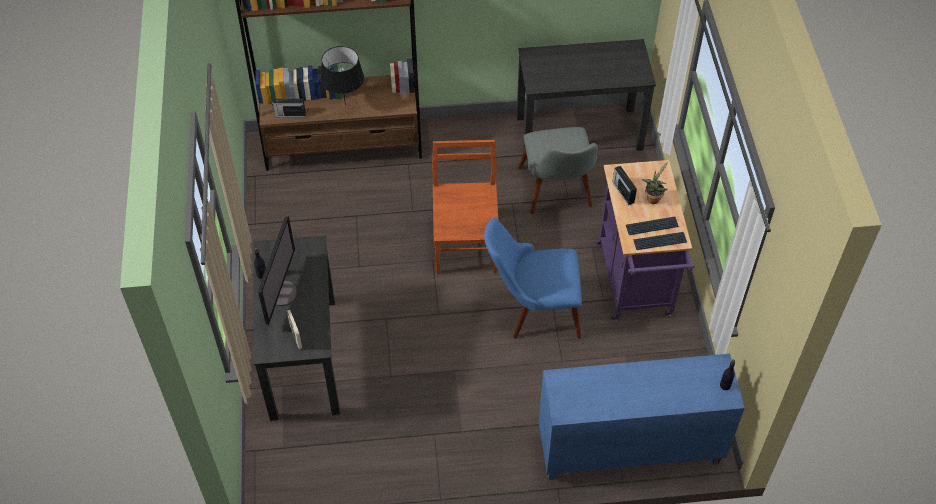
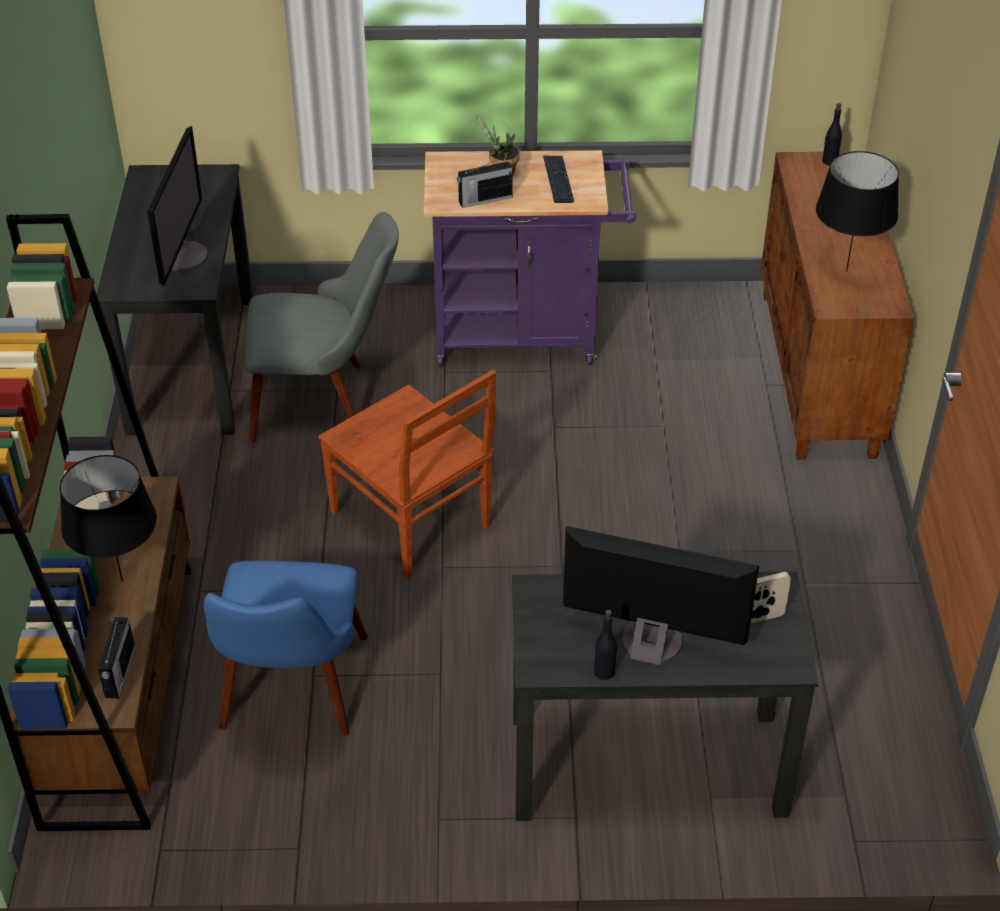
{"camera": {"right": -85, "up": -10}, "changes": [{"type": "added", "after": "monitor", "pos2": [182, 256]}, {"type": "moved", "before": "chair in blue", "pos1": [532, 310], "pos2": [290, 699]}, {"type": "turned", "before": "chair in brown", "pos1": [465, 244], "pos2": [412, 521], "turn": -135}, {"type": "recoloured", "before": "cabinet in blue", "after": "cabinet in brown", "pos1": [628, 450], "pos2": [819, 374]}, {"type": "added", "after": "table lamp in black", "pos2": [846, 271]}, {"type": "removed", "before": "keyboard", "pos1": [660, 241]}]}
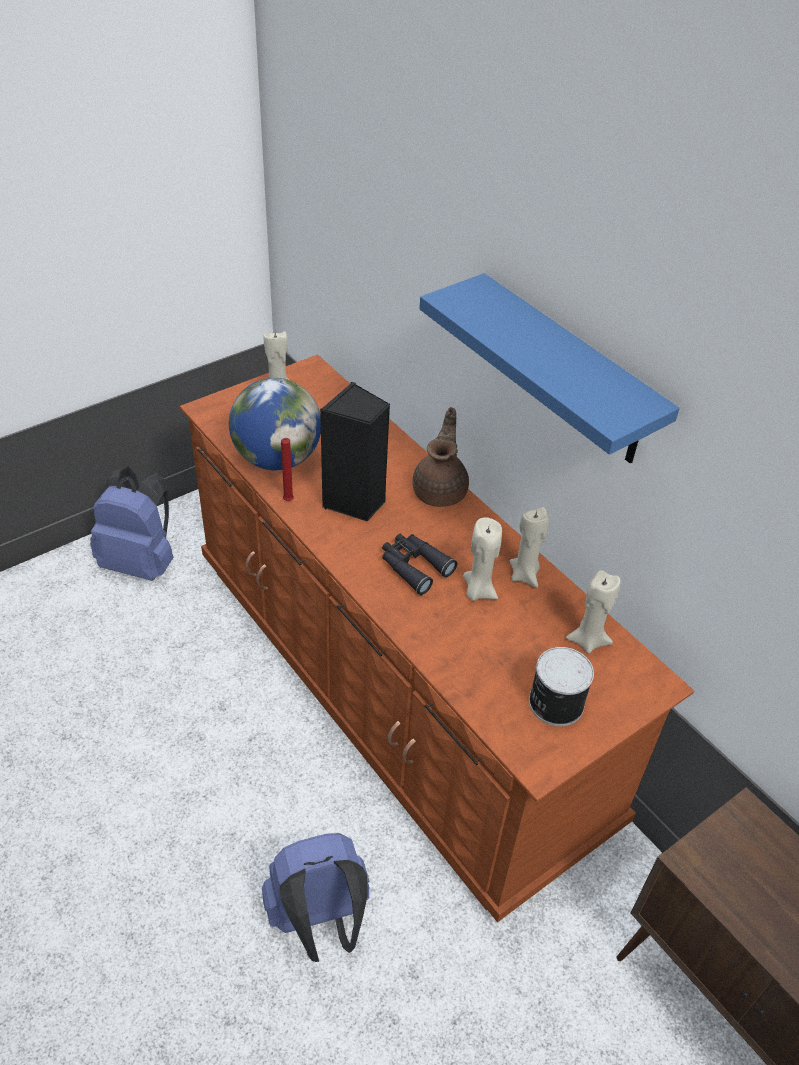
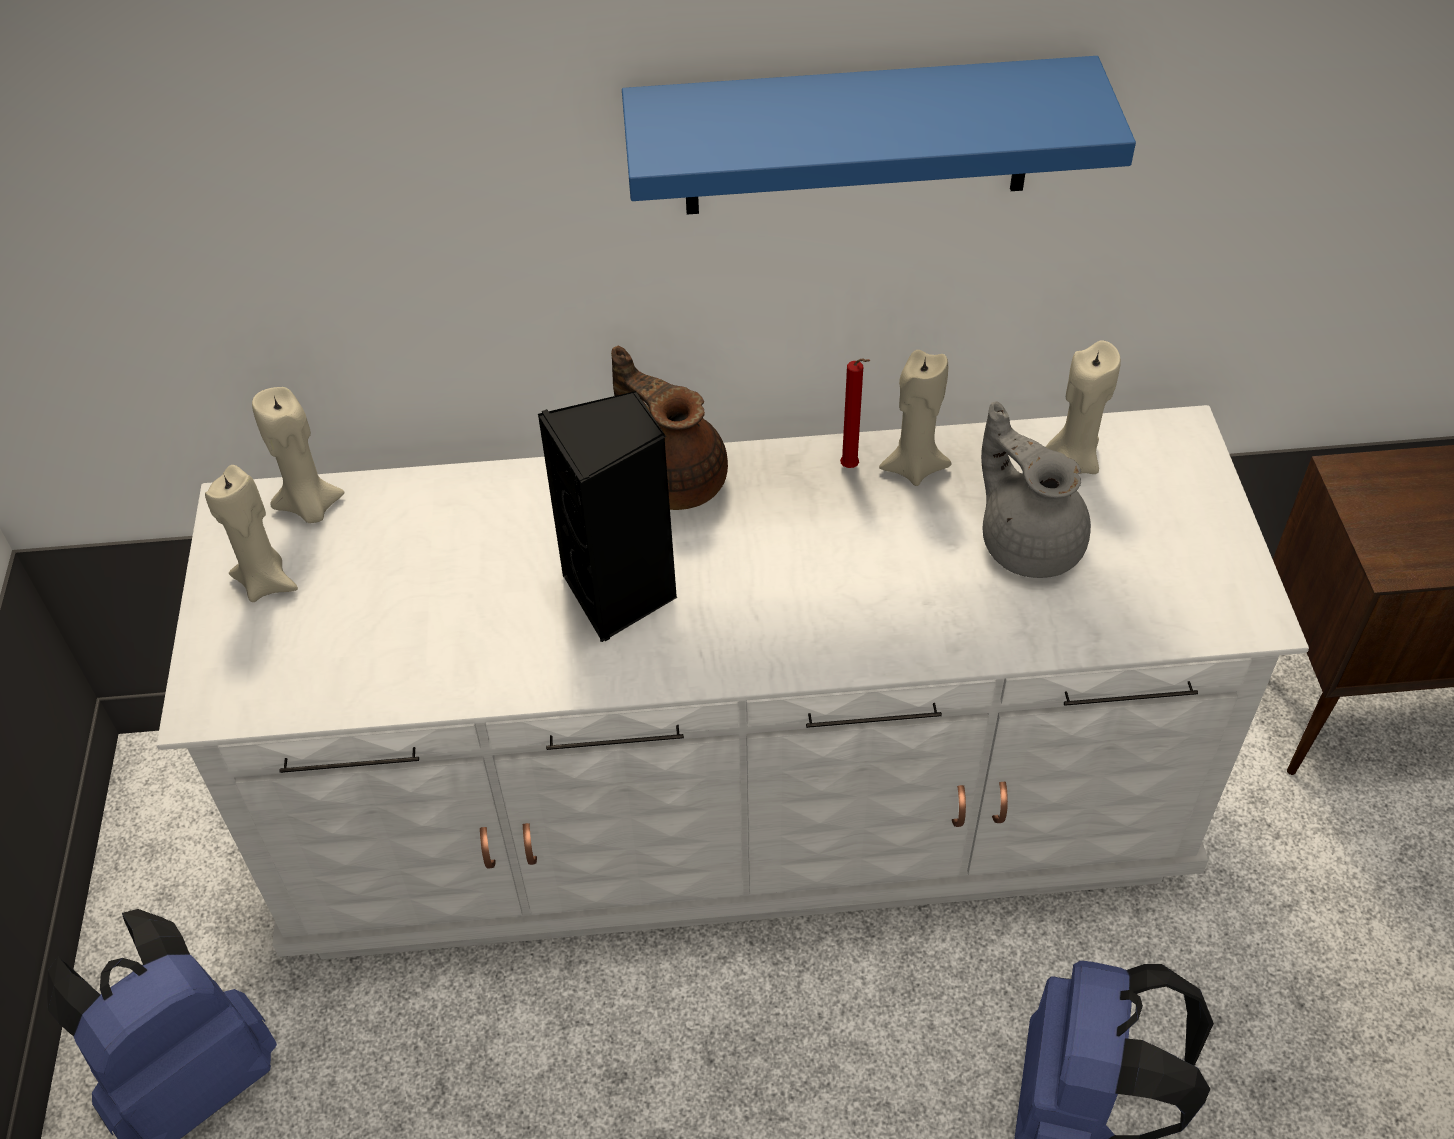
{"camera": {"right": -55, "up": 5}, "changes": [{"type": "recoloured", "before": "dresser in brown", "after": "dresser in white", "pos1": [392, 685], "pos2": [733, 808]}, {"type": "moved", "before": "candle in beige", "pos1": [478, 591], "pos2": [310, 507]}, {"type": "moved", "before": "candle in red", "pos1": [288, 502], "pos2": [851, 468]}, {"type": "added", "after": "teapot in grey", "pos2": [1028, 541]}, {"type": "removed", "before": "globe", "pos1": [277, 459]}, {"type": "removed", "before": "binoculars in black", "pos1": [414, 566]}, {"type": "removed", "before": "can", "pos1": [554, 703]}]}
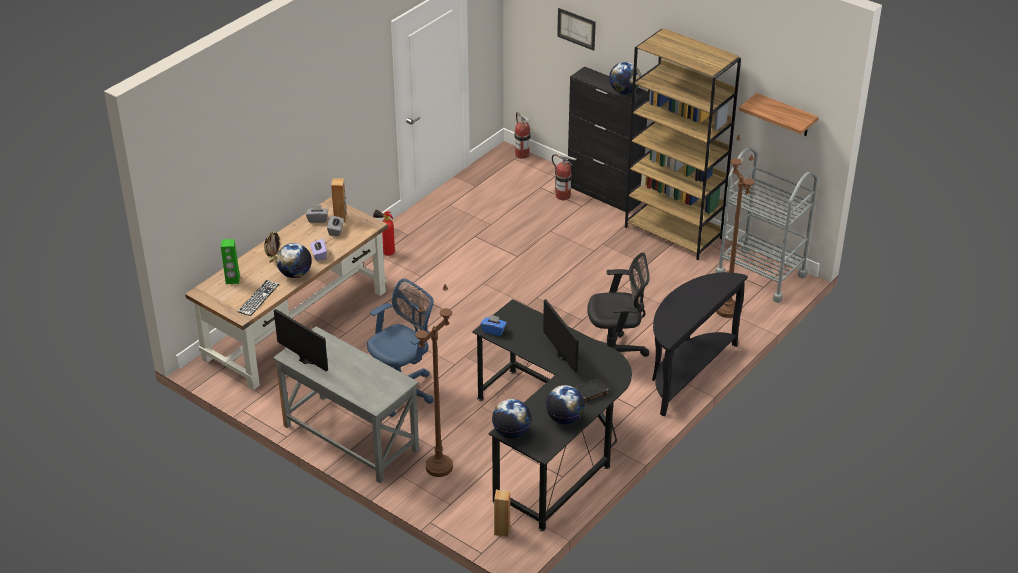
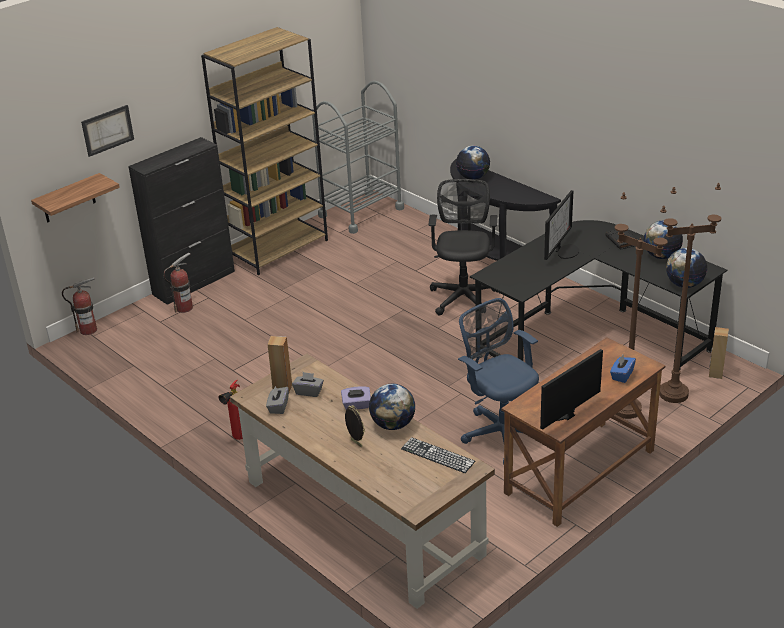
{"camera": {"right": -80, "up": -5}, "changes": [{"type": "moved", "before": "shelf", "pos1": [785, 115], "pos2": [68, 199]}, {"type": "moved", "before": "globe", "pos1": [624, 91], "pos2": [473, 177]}, {"type": "recoloured", "before": "desk in grey", "after": "desk in brown", "pos1": [350, 438], "pos2": [580, 472]}, {"type": "turned", "before": "monitor", "pos1": [565, 355], "pos2": [565, 251], "turn": 135}, {"type": "moved", "before": "tissue box in blue", "pos1": [493, 331], "pos2": [622, 375]}, {"type": "moved", "before": "floor lamp in brown", "pos1": [727, 310], "pos2": [673, 394]}, {"type": "removed", "before": "speaker in green", "pos1": [232, 280]}]}
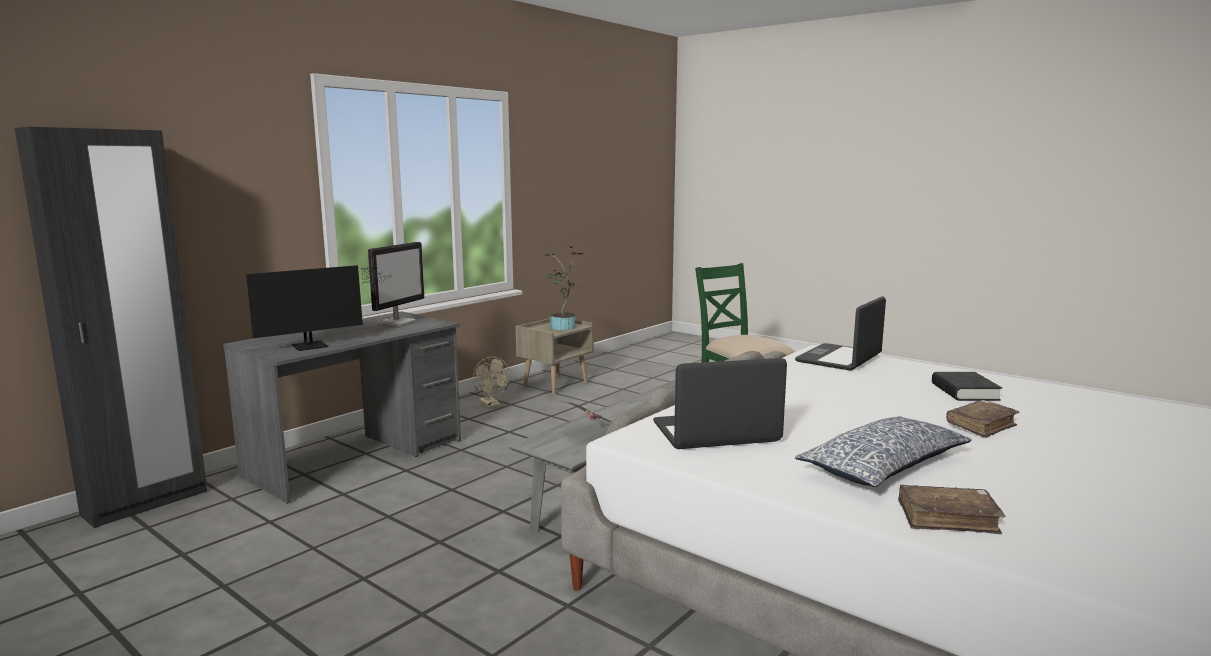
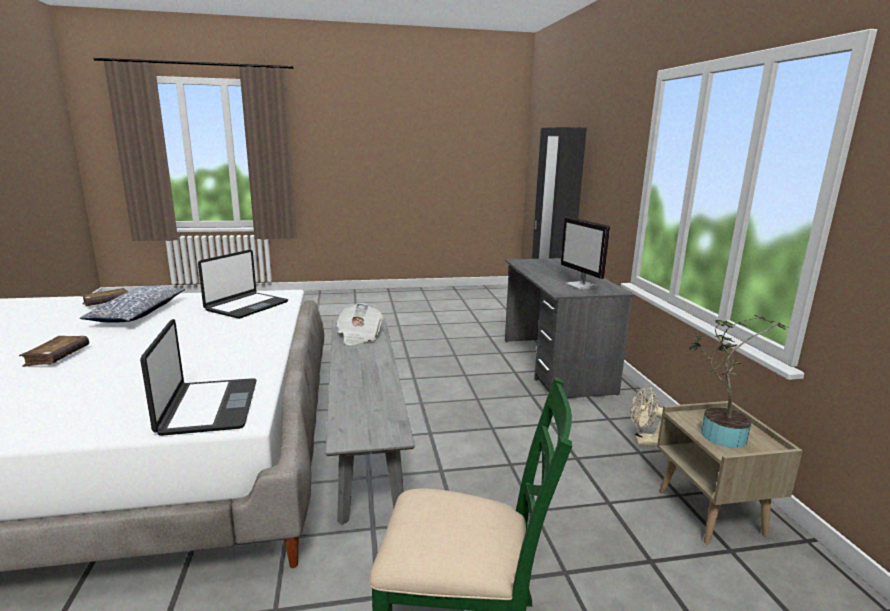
{"camera": {"right": 130, "up": 5}, "changes": [{"type": "removed", "before": "monitor", "pos1": [316, 345]}, {"type": "removed", "before": "book in black", "pos1": [964, 392]}]}
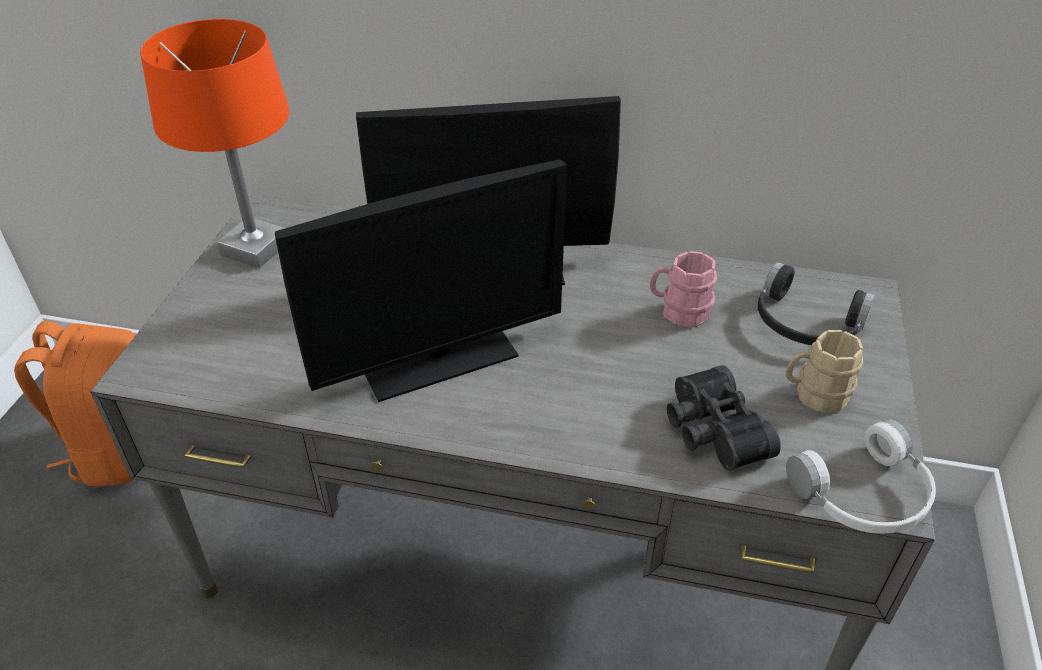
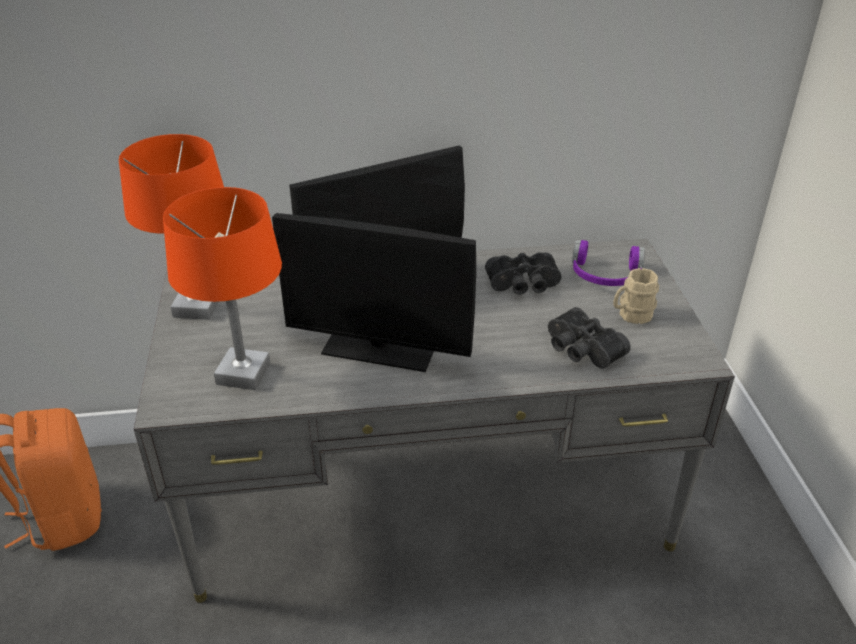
{"camera": {"right": -20, "up": -5}, "changes": [{"type": "added", "after": "table lamp in orange", "pos2": [242, 374]}, {"type": "turned", "before": "monitor", "pos1": [437, 357], "pos2": [380, 348], "turn": 60}, {"type": "replaced", "before": "mug in pink", "after": "binoculars in black", "pos1": [679, 311], "pos2": [523, 285]}, {"type": "recoloured", "before": "headphones in black", "after": "headphones in purple", "pos1": [805, 324], "pos2": [605, 275]}, {"type": "removed", "before": "headphones in white", "pos1": [864, 496]}]}
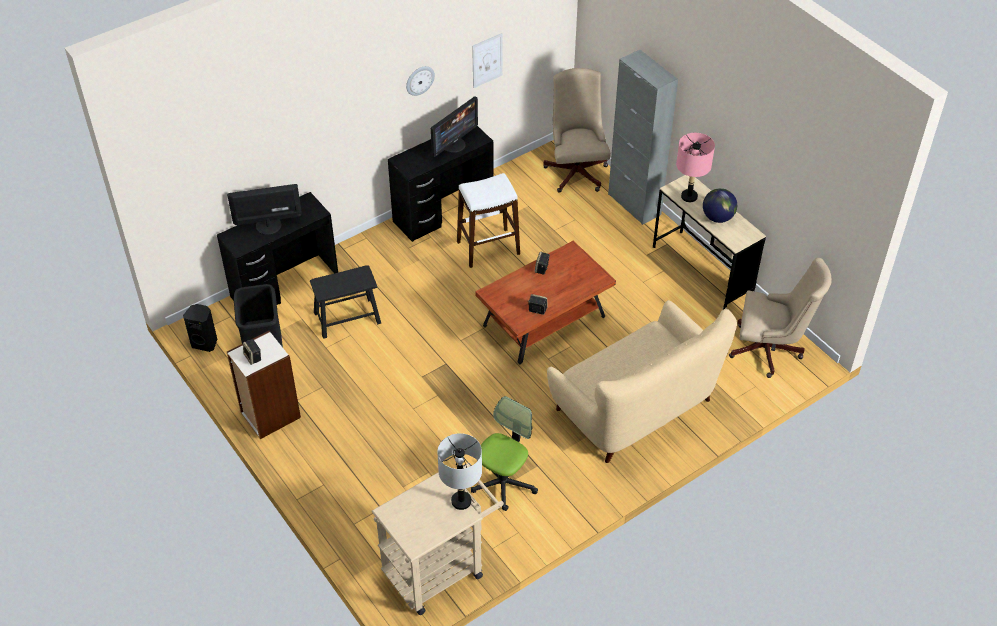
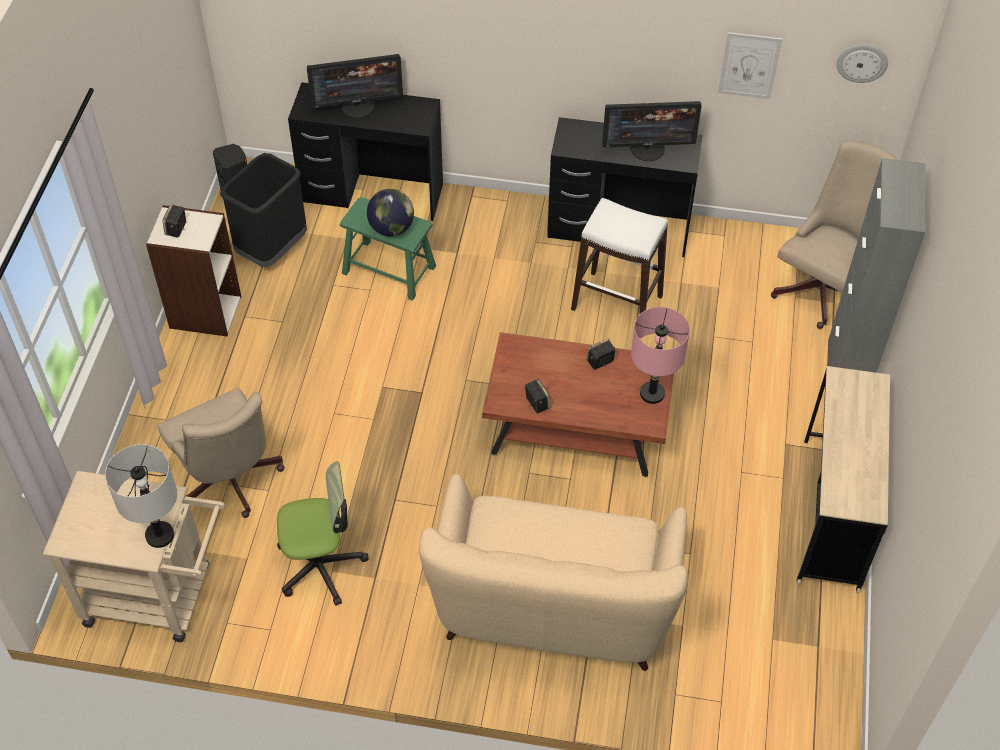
{"camera": {"right": 45, "up": 5}, "changes": [{"type": "moved", "before": "office chair in beige", "pos1": [770, 351], "pos2": [230, 482]}, {"type": "turned", "before": "monitor", "pos1": [268, 225], "pos2": [358, 106], "turn": 135}, {"type": "recoloured", "before": "stool in black", "after": "stool in green", "pos1": [347, 317], "pos2": [389, 269]}, {"type": "moved", "before": "globe", "pos1": [717, 218], "pos2": [391, 228]}, {"type": "moved", "before": "table lamp in pink", "pos1": [689, 196], "pos2": [652, 394]}, {"type": "moved", "before": "wall clock", "pos1": [419, 80], "pos2": [862, 62]}]}
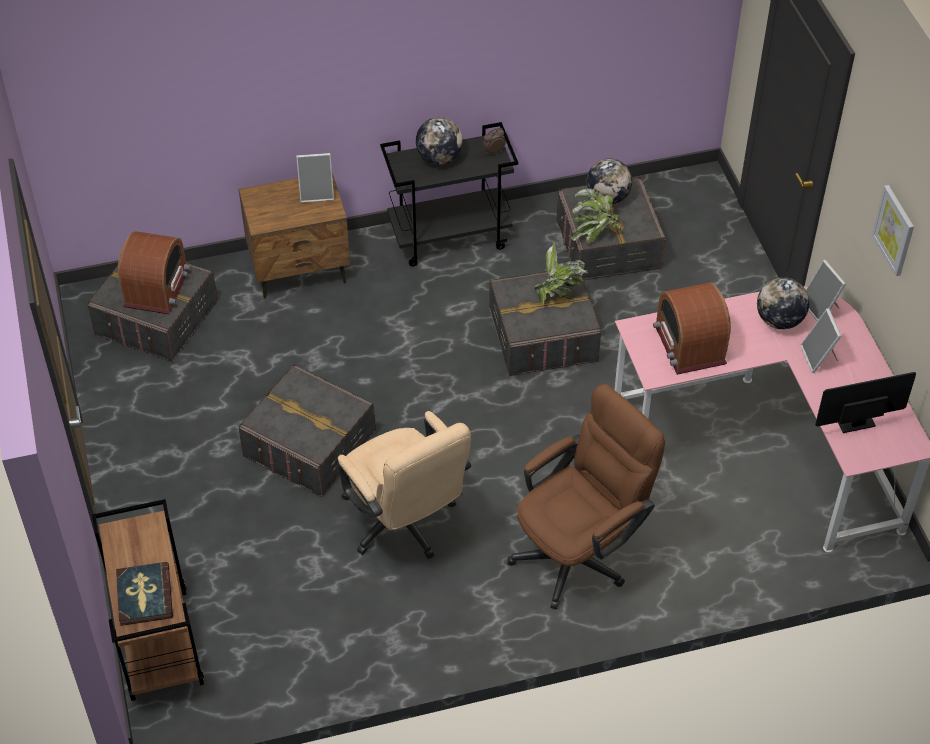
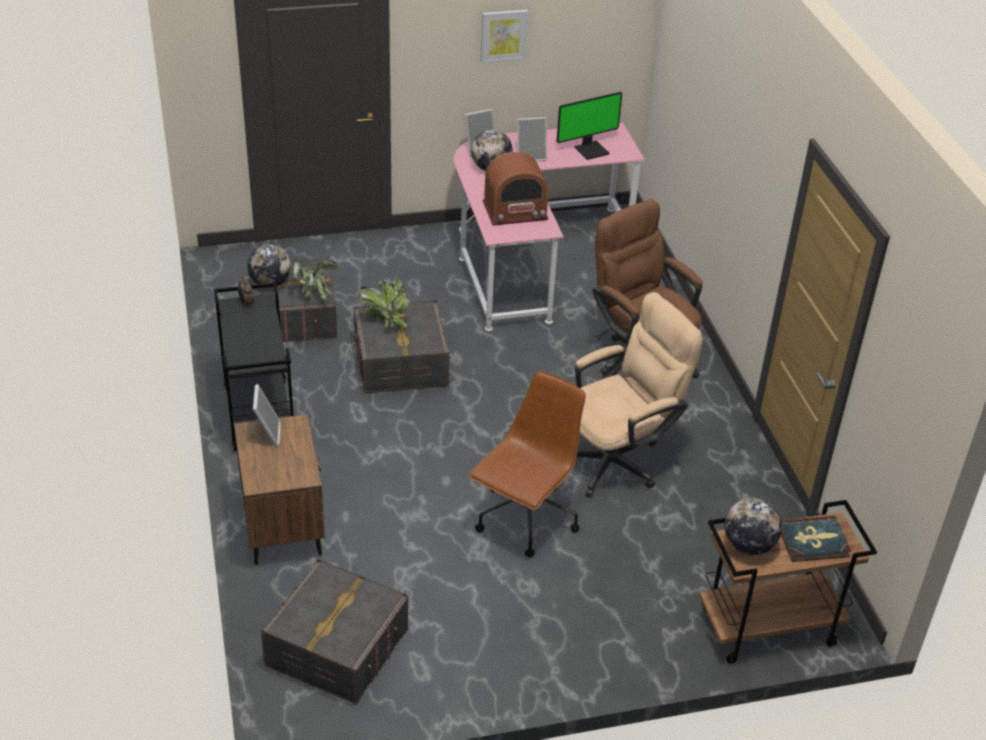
{"camera": {"right": -90, "up": -10}, "changes": [{"type": "replaced", "before": "storage box in grey", "after": "office chair in brown", "pos1": [310, 445], "pos2": [525, 520]}, {"type": "turned", "before": "monitor", "pos1": [852, 419], "pos2": [591, 150], "turn": -105}, {"type": "moved", "before": "globe", "pos1": [439, 158], "pos2": [748, 545]}, {"type": "removed", "before": "radio", "pos1": [157, 288]}]}
